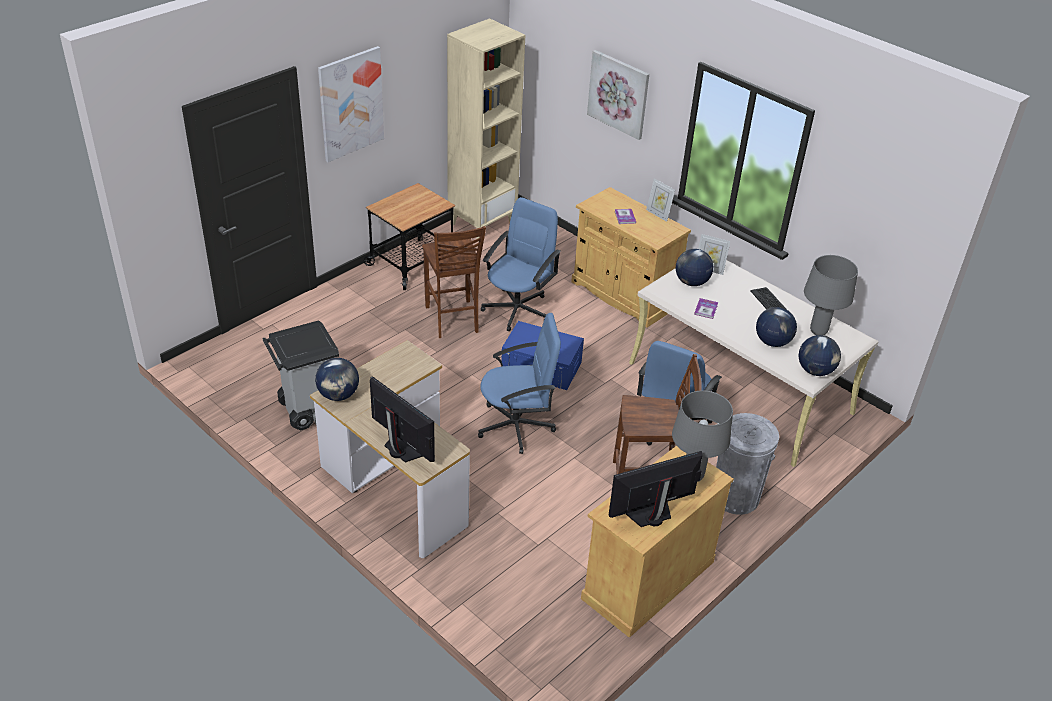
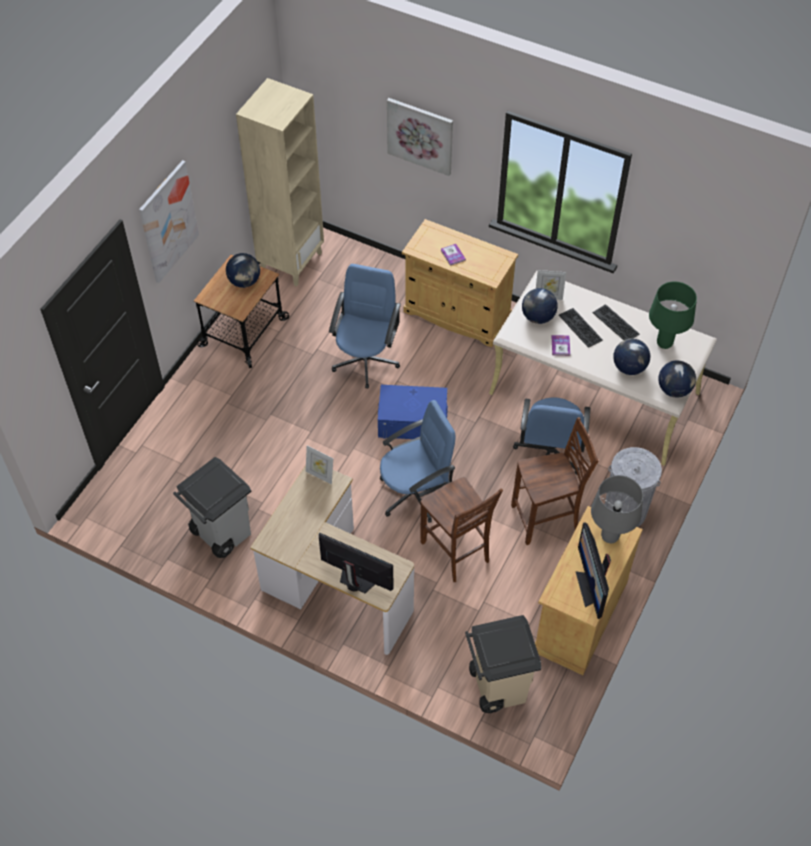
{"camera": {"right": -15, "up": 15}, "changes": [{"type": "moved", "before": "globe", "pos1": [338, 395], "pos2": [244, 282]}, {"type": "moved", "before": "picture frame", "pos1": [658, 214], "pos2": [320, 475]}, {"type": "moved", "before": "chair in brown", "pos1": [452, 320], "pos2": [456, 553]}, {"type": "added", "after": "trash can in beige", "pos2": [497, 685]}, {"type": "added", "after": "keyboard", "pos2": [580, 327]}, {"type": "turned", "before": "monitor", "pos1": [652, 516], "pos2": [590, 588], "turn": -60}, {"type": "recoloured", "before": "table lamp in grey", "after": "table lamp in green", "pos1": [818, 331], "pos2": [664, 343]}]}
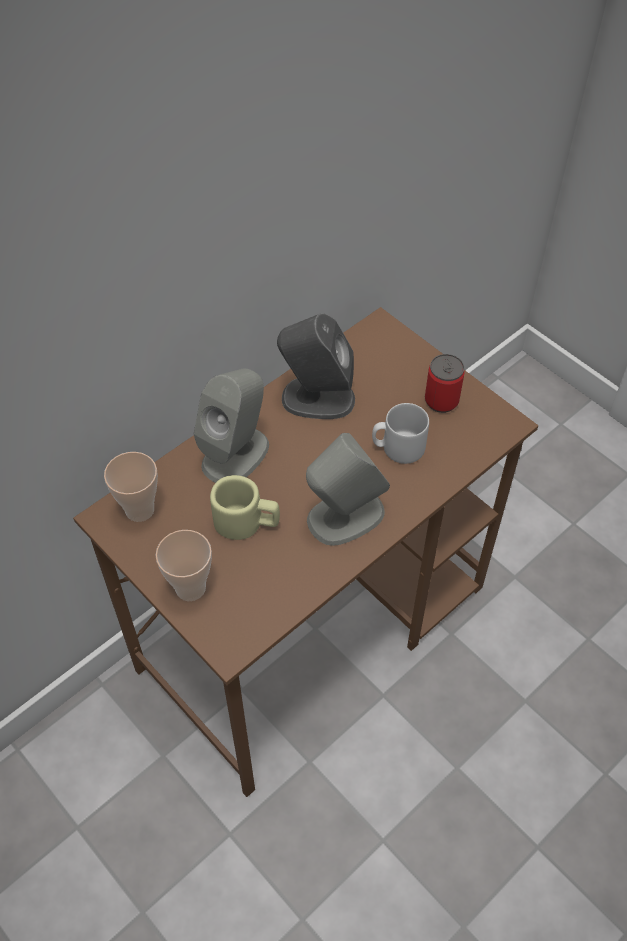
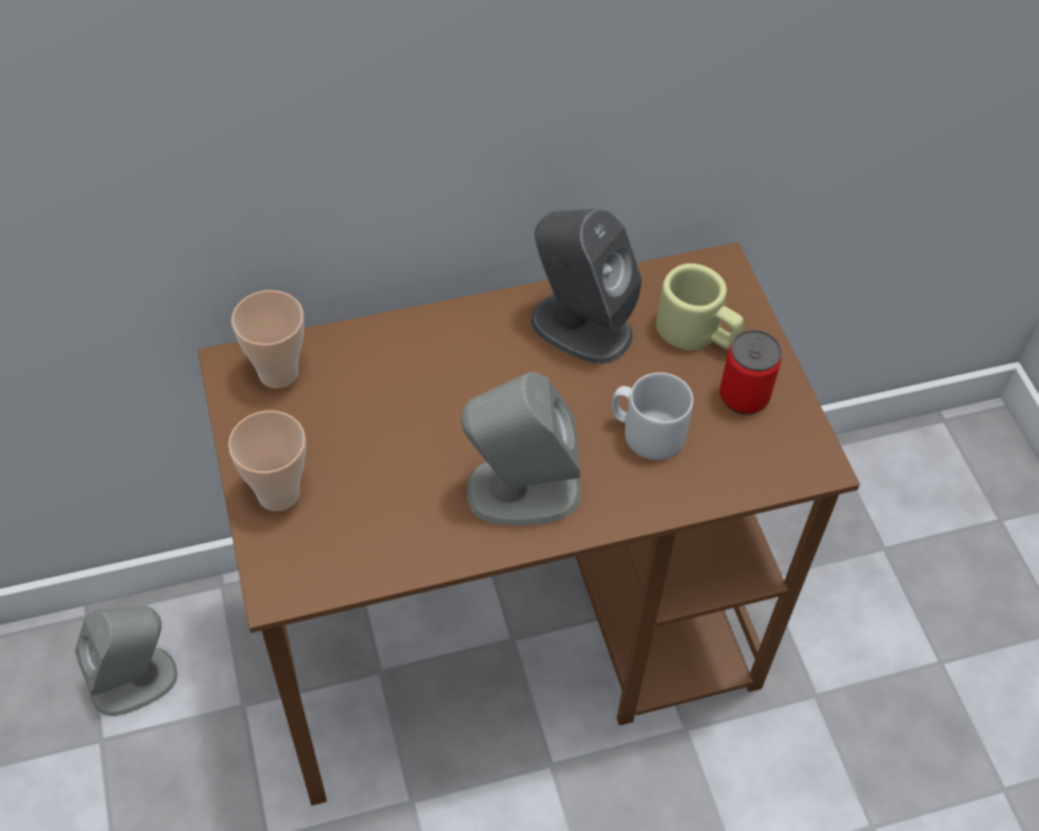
{"camera": {"right": 25, "up": 0}, "changes": [{"type": "moved", "before": "speaker in grey", "pos1": [236, 454], "pos2": [135, 681]}, {"type": "moved", "before": "mug in beige", "pos1": [247, 522], "pos2": [698, 333]}]}
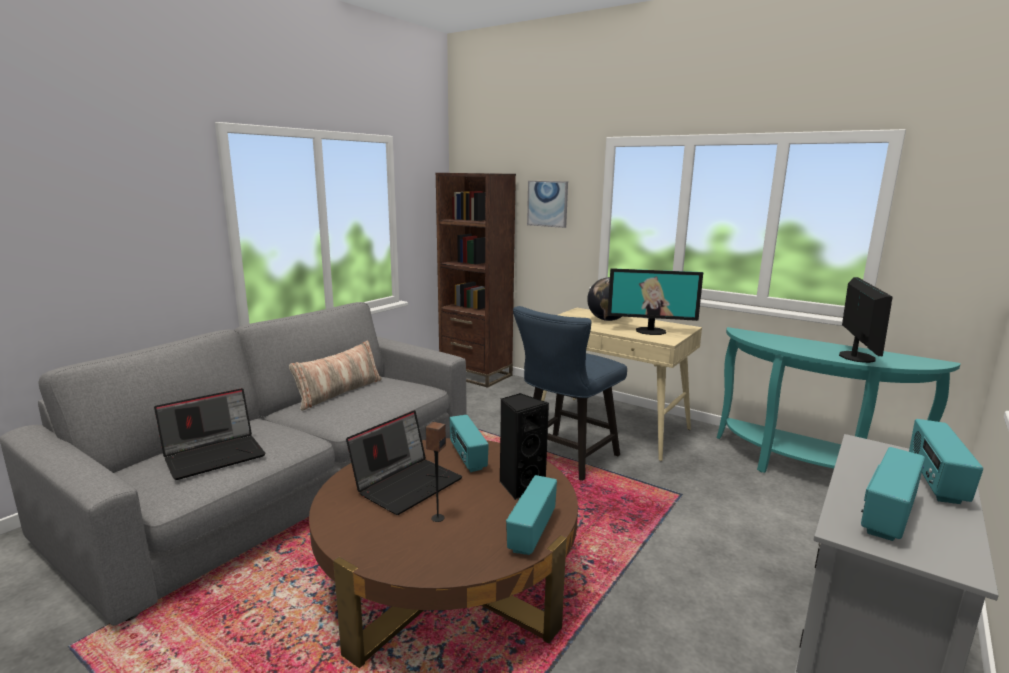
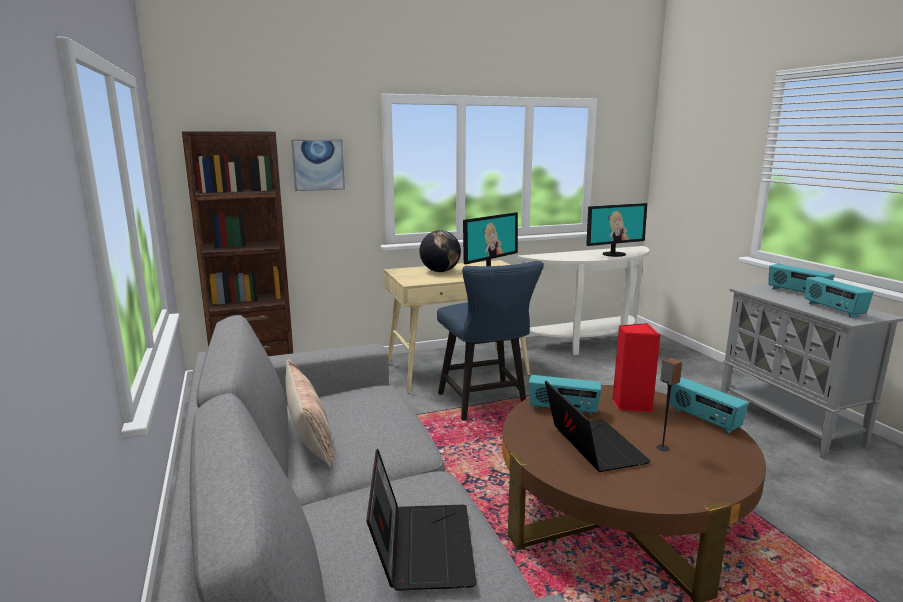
{"camera": {"right": -55, "up": 0}, "changes": [{"type": "recoloured", "before": "console table in turquoise", "after": "console table in white", "pos1": [807, 471], "pos2": [587, 344]}, {"type": "turned", "before": "monitor", "pos1": [855, 357], "pos2": [613, 254], "turn": 105}, {"type": "recoloured", "before": "speaker in black", "after": "speaker in red", "pos1": [520, 486], "pos2": [631, 404]}]}
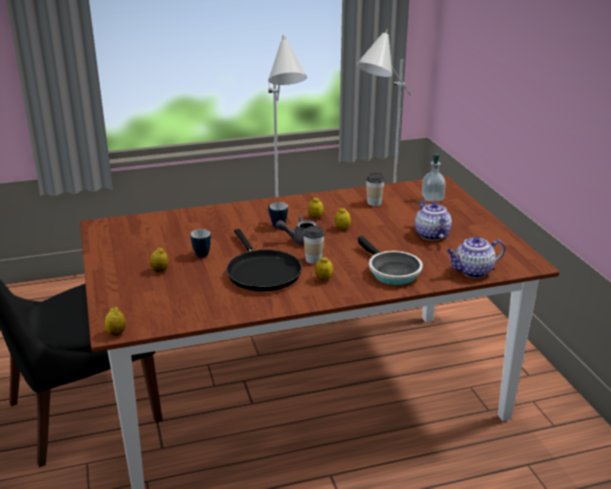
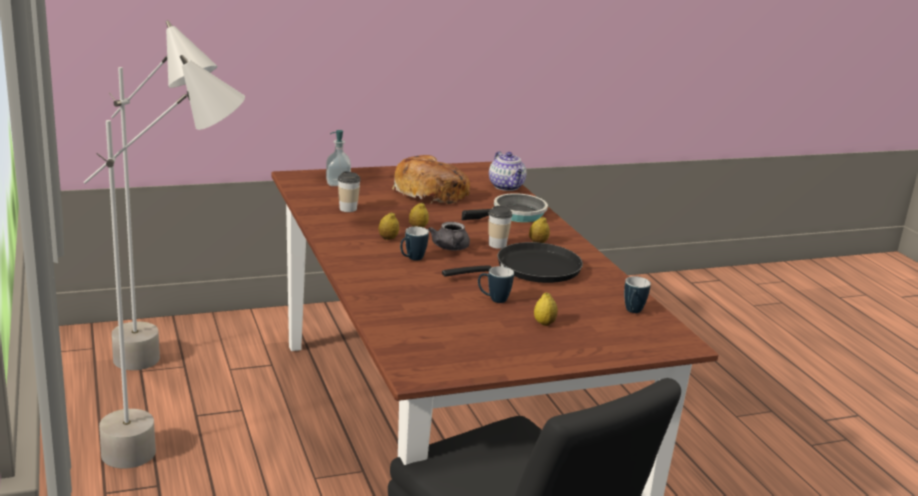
{"camera": {"right": -95, "up": -5}, "changes": [{"type": "replaced", "before": "teapot", "after": "bread", "pos1": [431, 234], "pos2": [431, 193]}, {"type": "added", "after": "mug", "pos2": [632, 312]}, {"type": "removed", "before": "lemon", "pos1": [116, 333]}]}
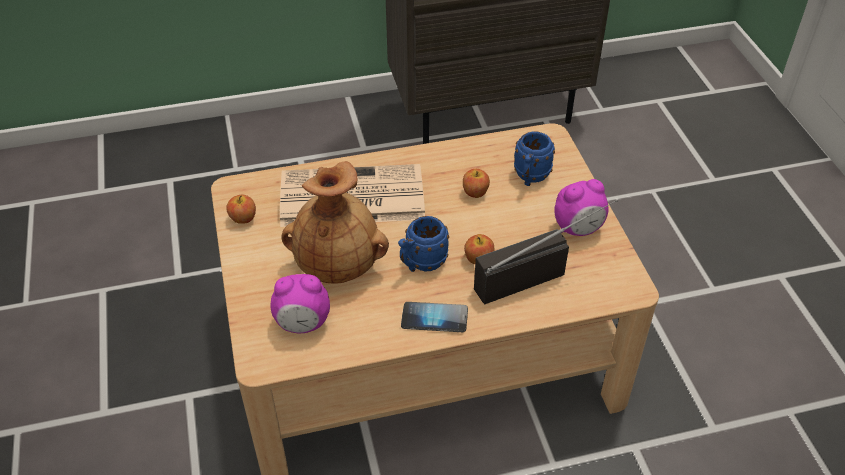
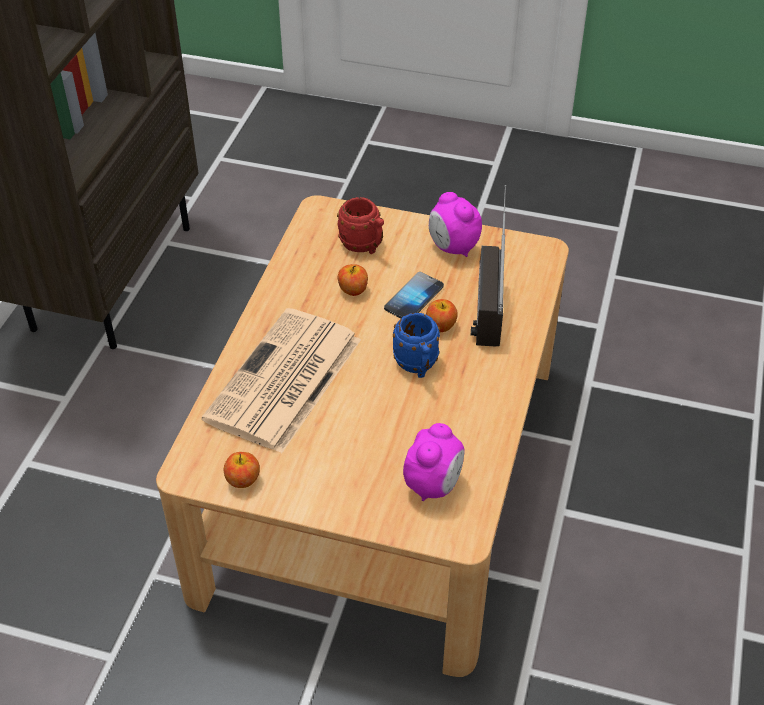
{"camera": {"right": -60, "up": 0}, "changes": [{"type": "recoloured", "before": "mug in blue", "after": "mug in red", "pos1": [530, 177], "pos2": [364, 246]}, {"type": "moved", "before": "phone", "pos1": [434, 318], "pos2": [414, 298]}, {"type": "turned", "before": "alarm clock", "pos1": [578, 229], "pos2": [452, 247], "turn": 135}, {"type": "removed", "before": "vase in brown", "pos1": [338, 265]}]}
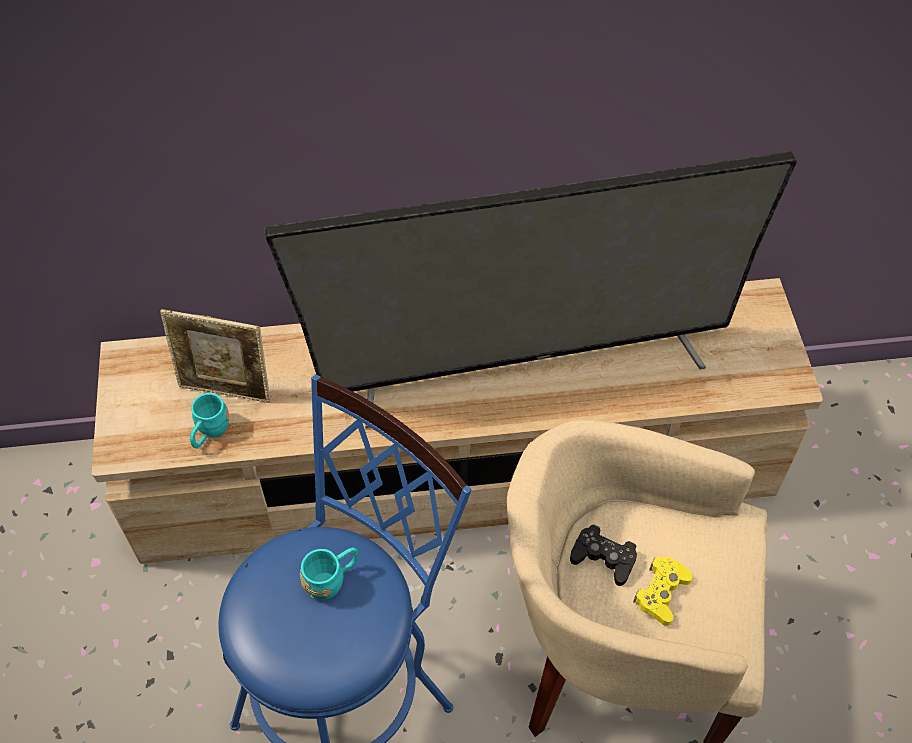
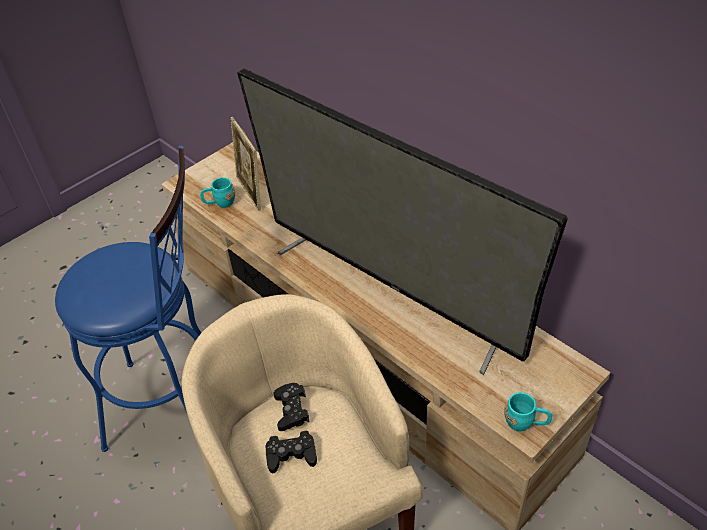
{"camera": {"right": 55, "up": -10}, "changes": [{"type": "recoloured", "before": "game controller in yellow", "after": "game controller in black", "pos1": [661, 593], "pos2": [291, 455]}, {"type": "moved", "before": "mug in turquoise", "pos1": [332, 580], "pos2": [525, 423]}]}
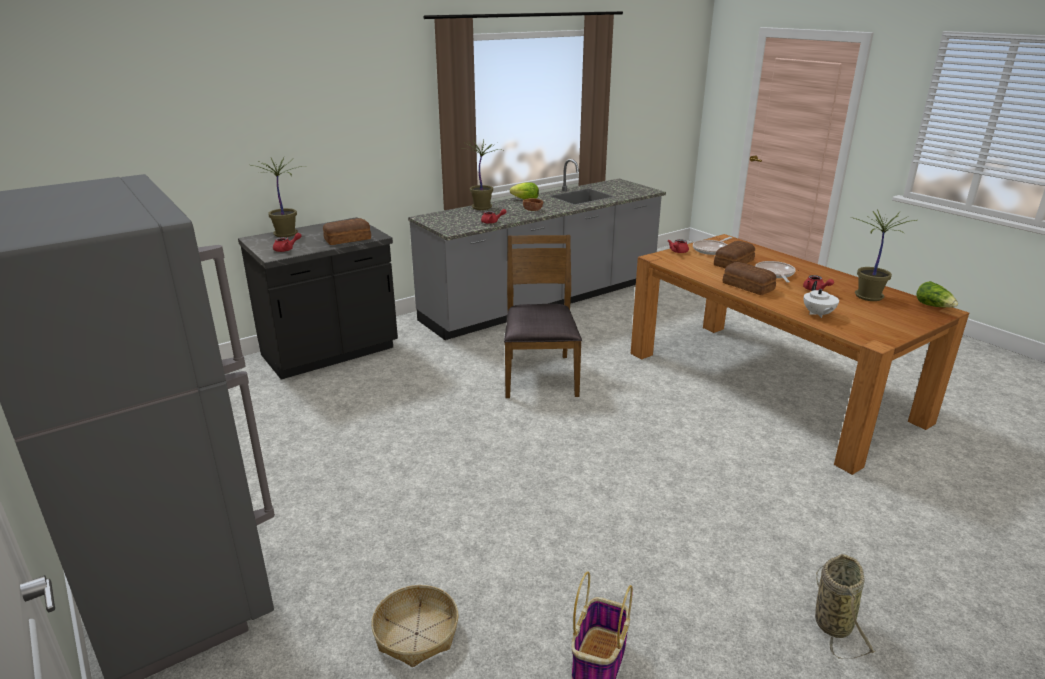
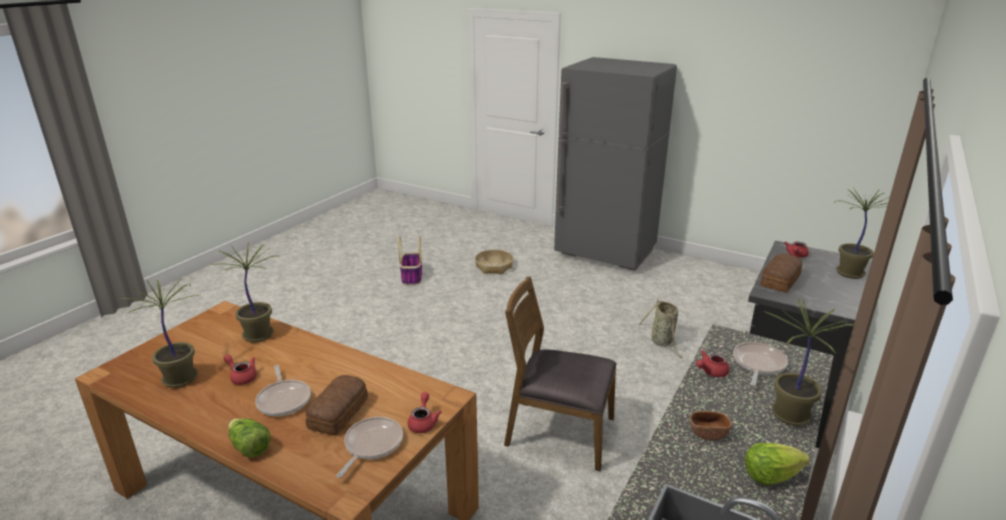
{"camera": {"right": 155, "up": 0}, "changes": [{"type": "replaced", "before": "teapot in white", "after": "potted plant", "pos1": [818, 314], "pos2": [259, 334]}, {"type": "moved", "before": "lettuce", "pos1": [934, 306], "pos2": [249, 447]}, {"type": "turned", "before": "chair in brown", "pos1": [539, 375], "pos2": [559, 432], "turn": 135}, {"type": "moved", "before": "basket", "pos1": [832, 620], "pos2": [662, 342]}, {"type": "added", "after": "frying pan", "pos2": [758, 364]}, {"type": "removed", "before": "bread", "pos1": [748, 286]}]}
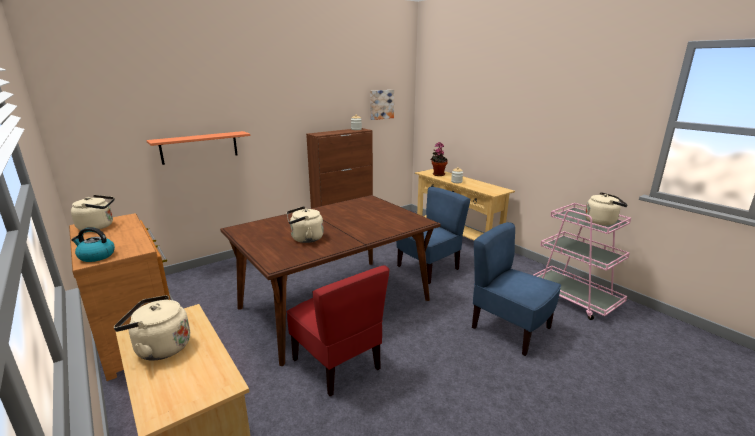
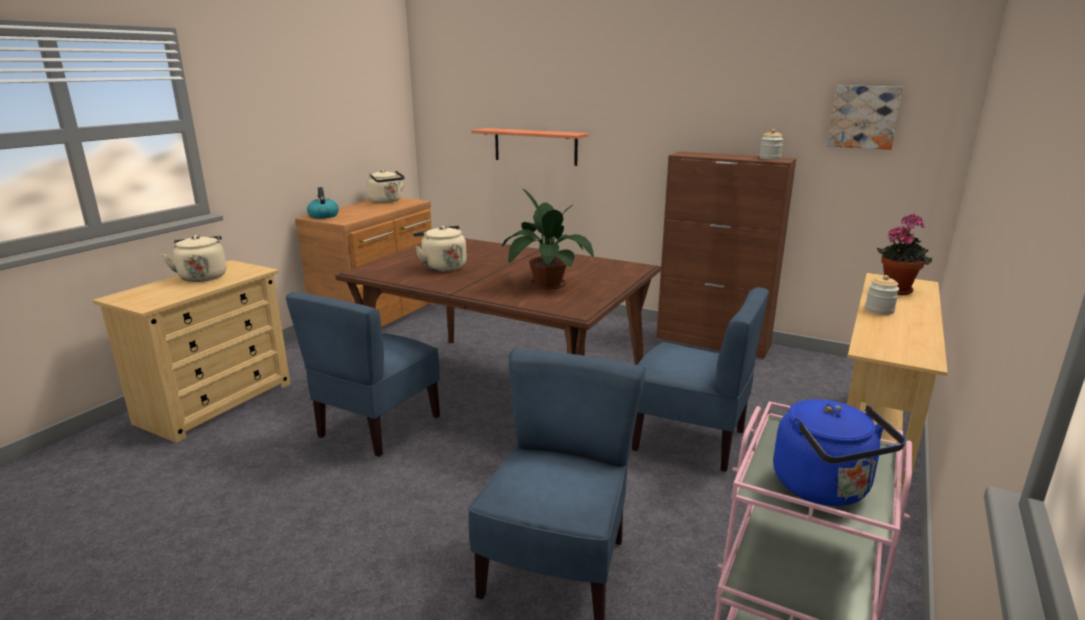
{"camera": {"right": 65, "up": 0}, "changes": [{"type": "recoloured", "before": "chair in red", "after": "chair in blue", "pos1": [337, 364], "pos2": [378, 426]}, {"type": "added", "after": "potted plant", "pos2": [545, 283]}, {"type": "recoloured", "before": "kettle in beige", "after": "kettle in blue", "pos1": [602, 221], "pos2": [825, 489]}]}
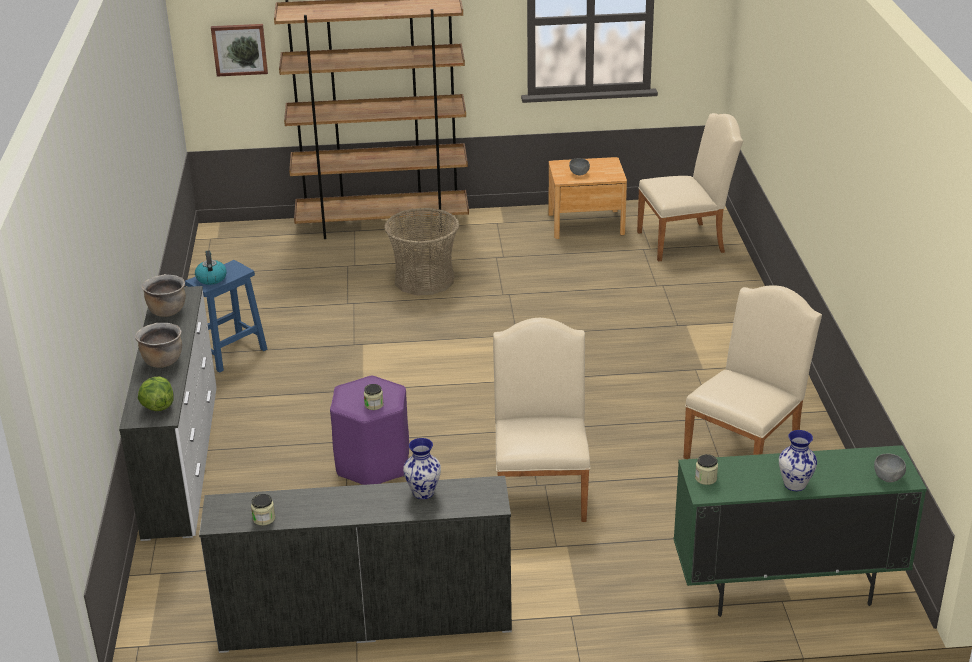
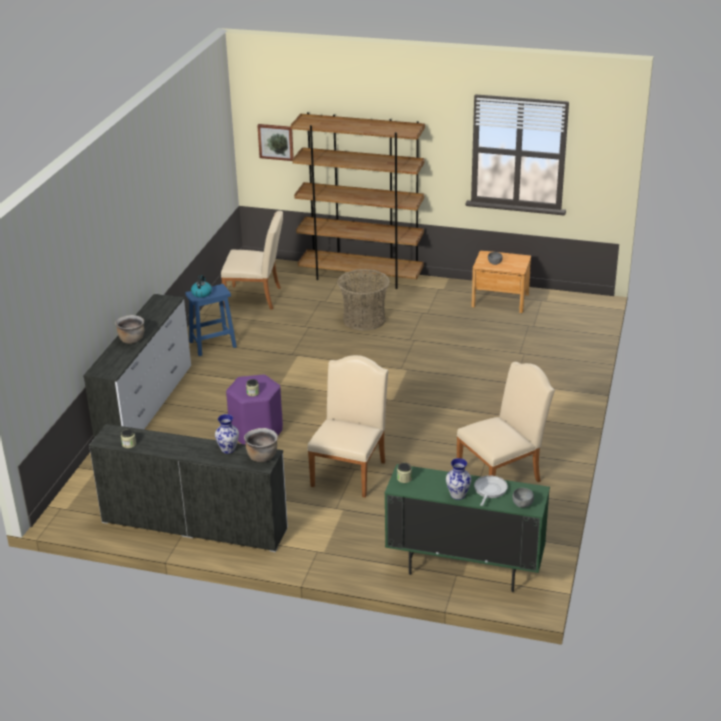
{"camera": {"right": 20, "up": 0}, "changes": [{"type": "moved", "before": "chair in beige", "pos1": [686, 241], "pos2": [257, 297]}, {"type": "moved", "before": "cooking pot in brown", "pos1": [167, 311], "pos2": [262, 457]}, {"type": "added", "after": "frying pan", "pos2": [489, 490]}, {"type": "removed", "before": "lettuce", "pos1": [157, 406]}]}
